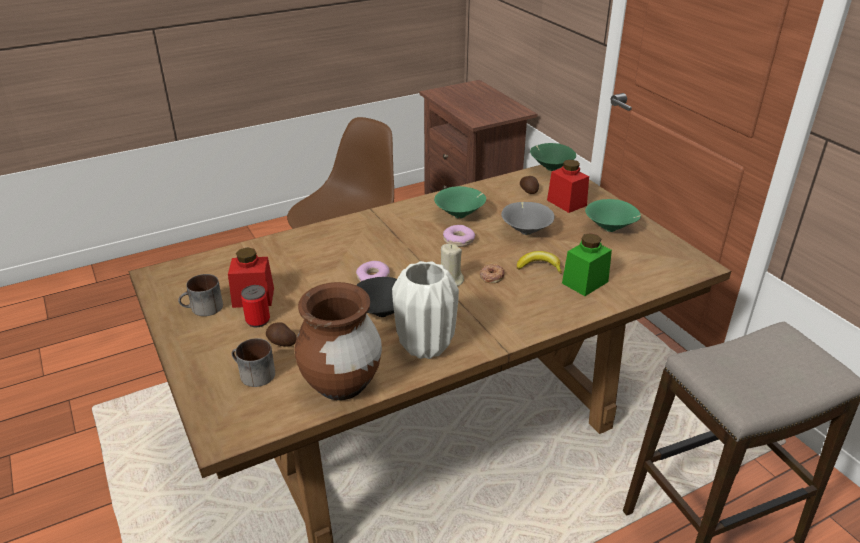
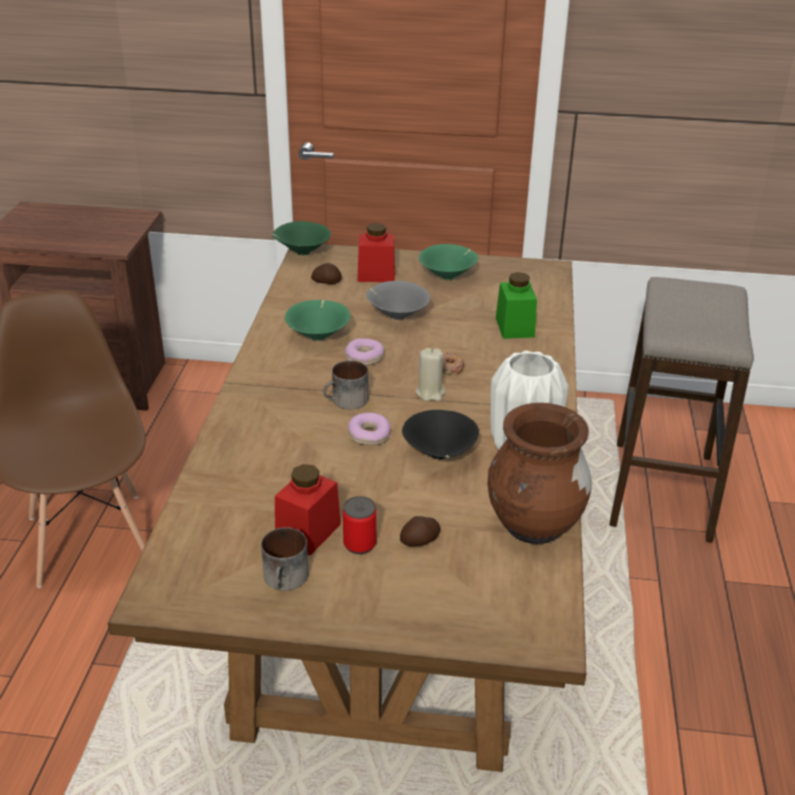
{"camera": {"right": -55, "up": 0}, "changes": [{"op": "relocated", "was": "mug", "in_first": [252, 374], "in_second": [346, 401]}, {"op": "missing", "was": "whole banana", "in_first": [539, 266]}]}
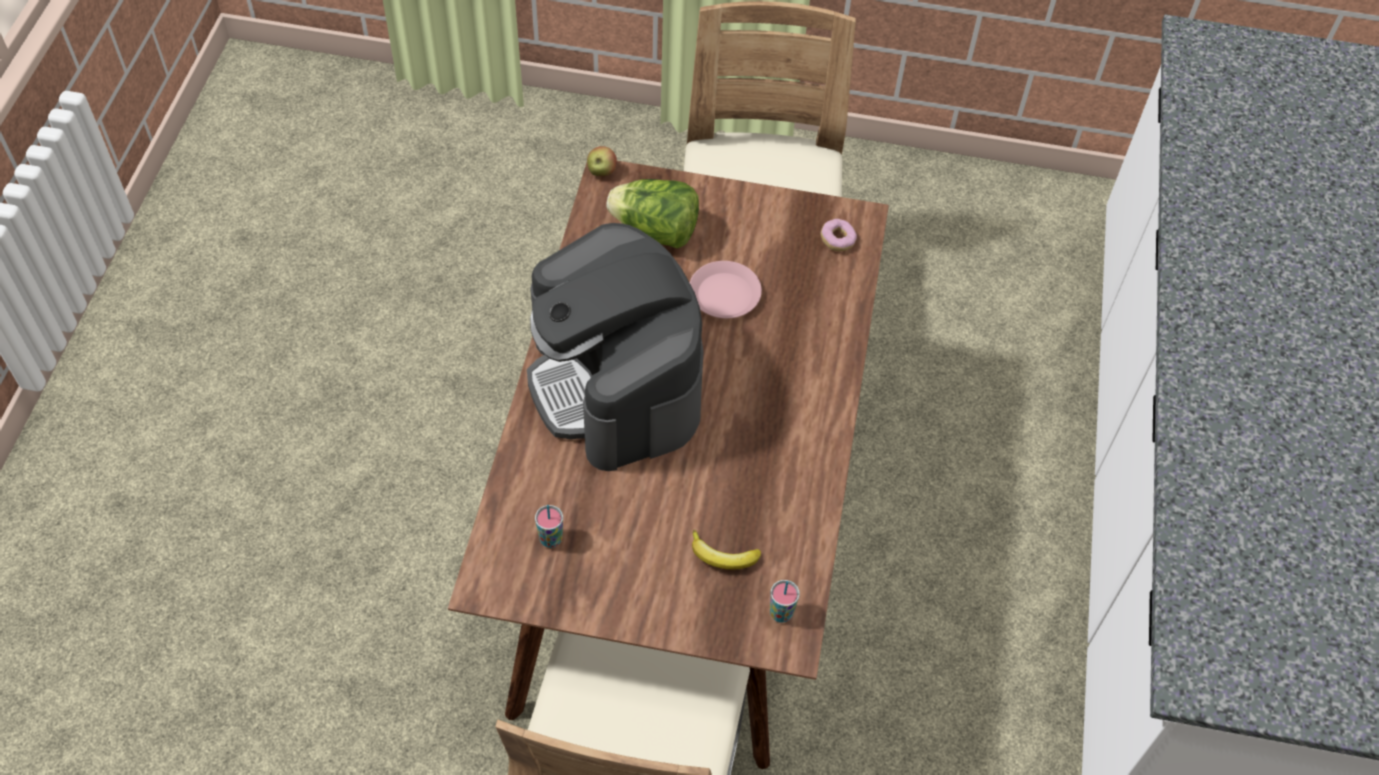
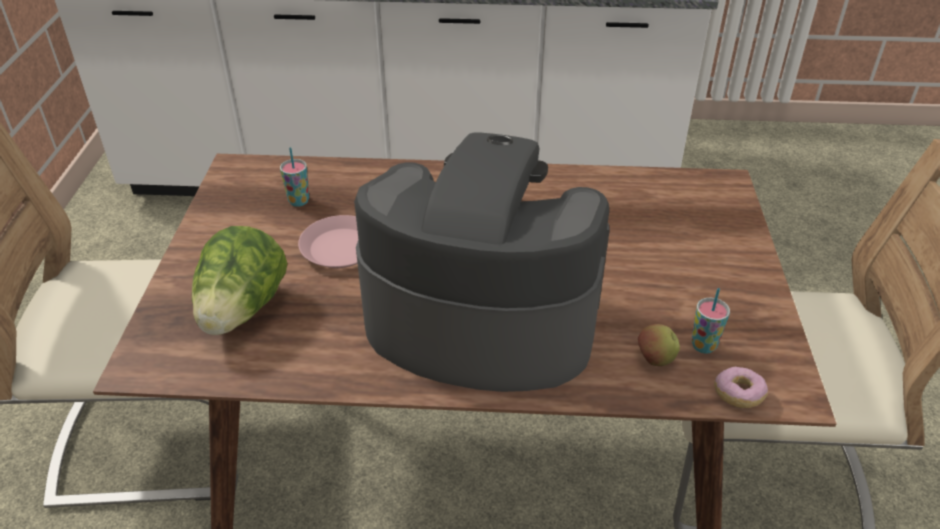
{"camera": {"right": -95, "up": -15}, "changes": [{"op": "relocated", "was": "drinking cup", "in_first": [781, 613], "in_second": [299, 201]}, {"op": "spun", "was": "coffee maker", "in_first": [616, 384], "in_second": [480, 318], "clockwise": -135}, {"op": "relocated", "was": "apple", "in_first": [601, 172], "in_second": [655, 359]}, {"op": "relocated", "was": "ring doughnut", "in_first": [837, 240], "in_second": [738, 395]}, {"op": "missing", "was": "whole banana", "in_first": [722, 556]}]}
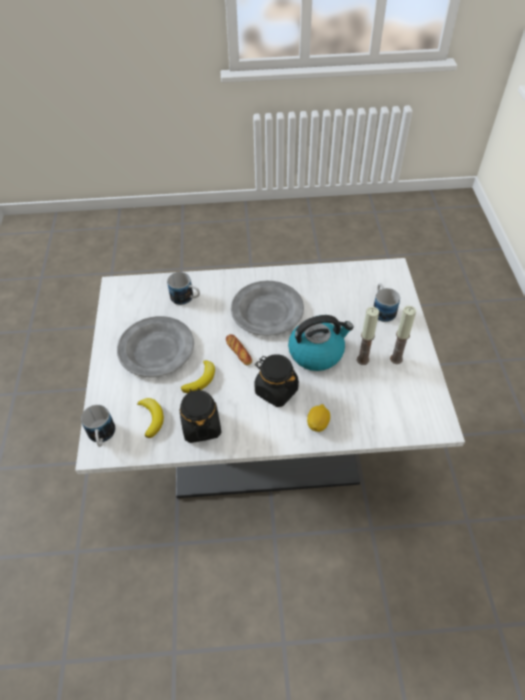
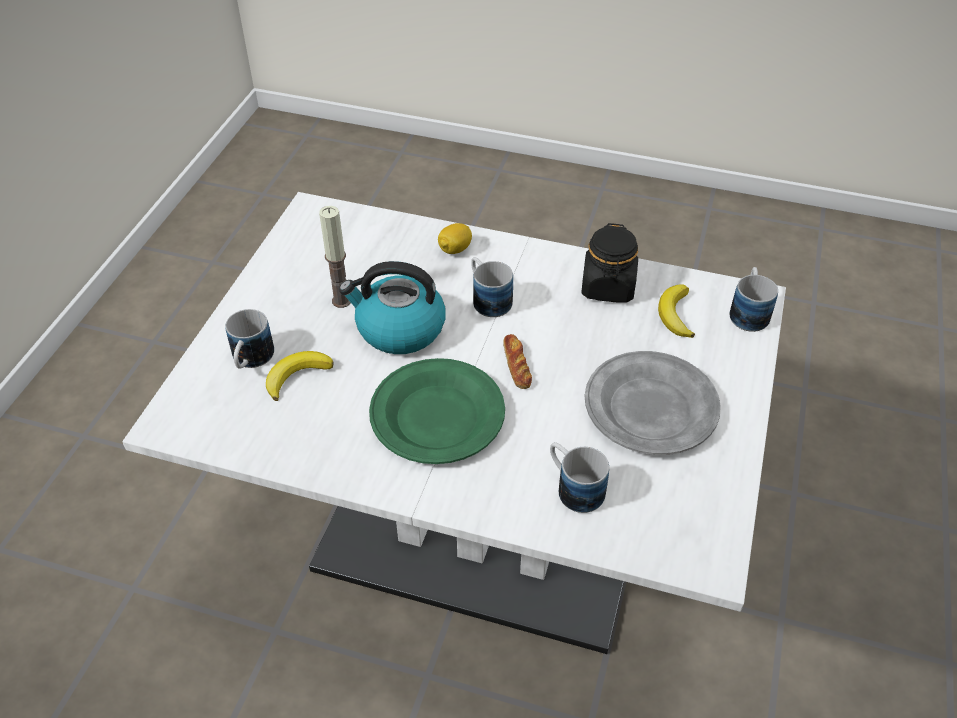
{"camera": {"right": -160, "up": -5}, "changes": [{"op": "relocated", "was": "whole banana", "in_first": [201, 379], "in_second": [297, 376]}, {"op": "colour", "was": "greyish flat dish", "now": "green-coloured flat dish", "in_first": [266, 311], "in_second": [438, 416]}, {"op": "exchanged", "was": "blackish jar", "now": "mug", "in_first": [276, 390], "in_second": [487, 299]}, {"op": "missing", "was": "wax light", "in_first": [396, 359]}]}
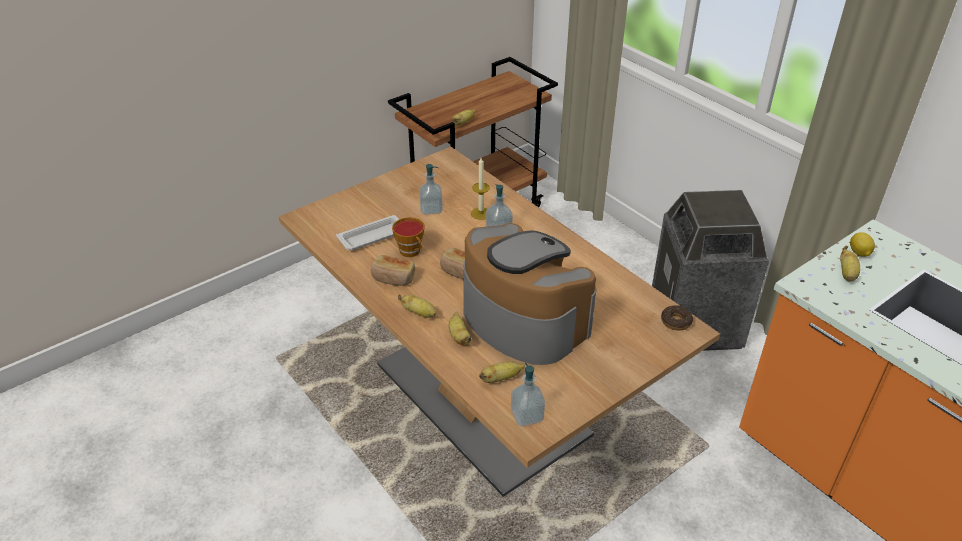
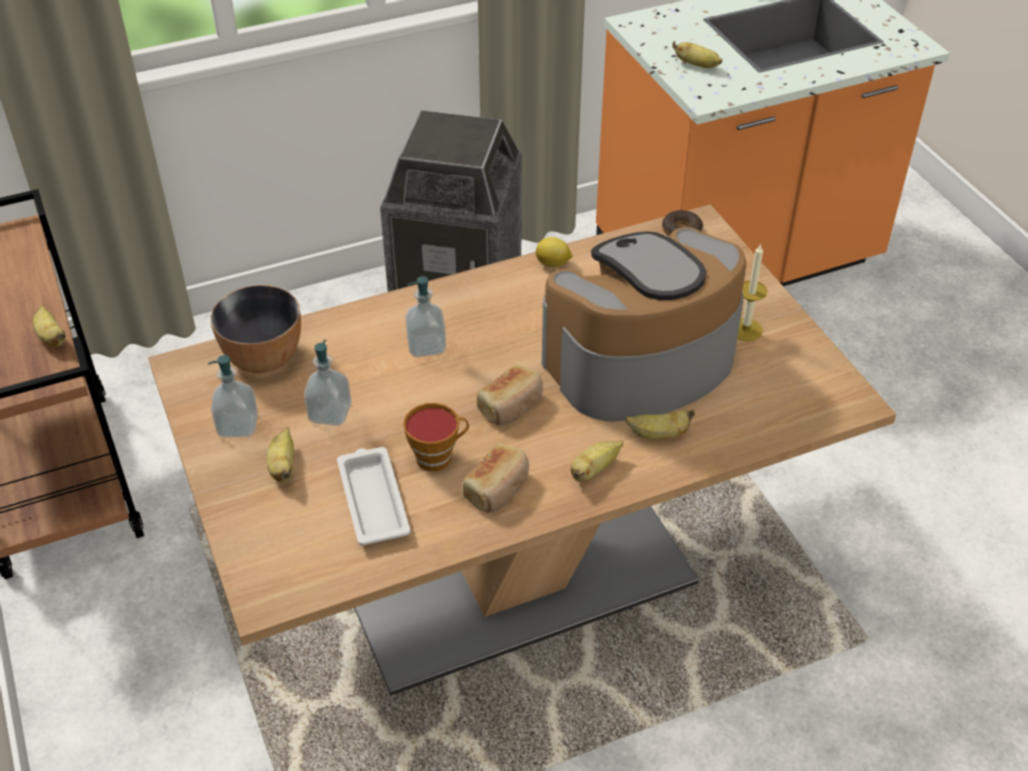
{"camera": {"right": -75, "up": 5}, "changes": [{"op": "relocated", "was": "liquid soap bottle", "in_first": [527, 416], "in_second": [238, 426]}, {"op": "appeared", "now": "deep dish", "in_second": [264, 358]}, {"op": "relocated", "was": "whole banana", "in_first": [500, 378], "in_second": [283, 467]}, {"op": "relocated", "was": "whole lemon", "in_first": [859, 253], "in_second": [553, 264]}, {"op": "relocated", "was": "wax light", "in_first": [481, 213], "in_second": [745, 329]}]}
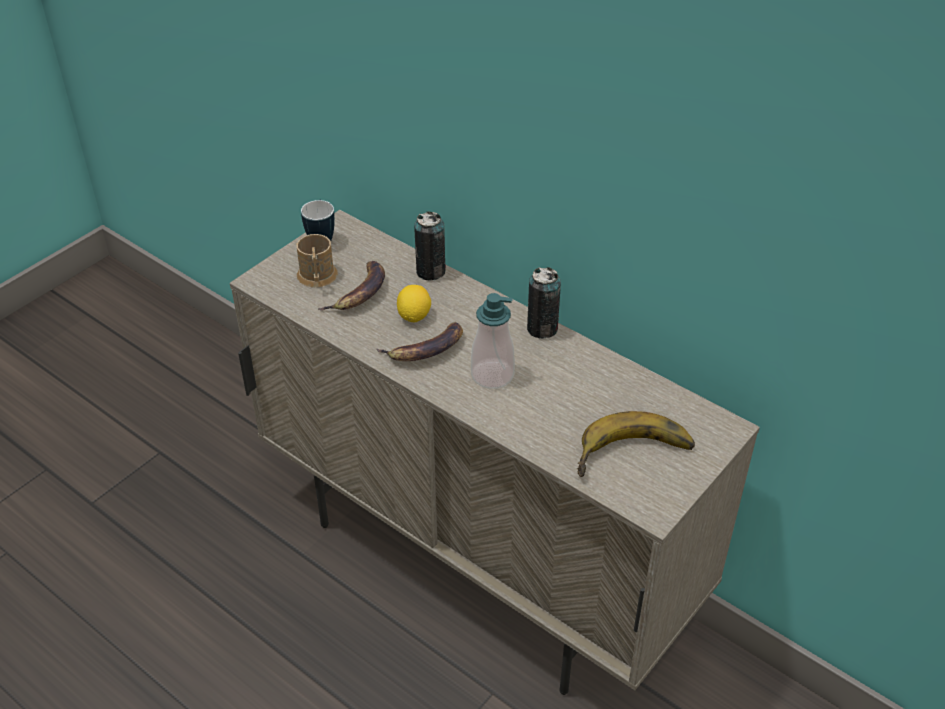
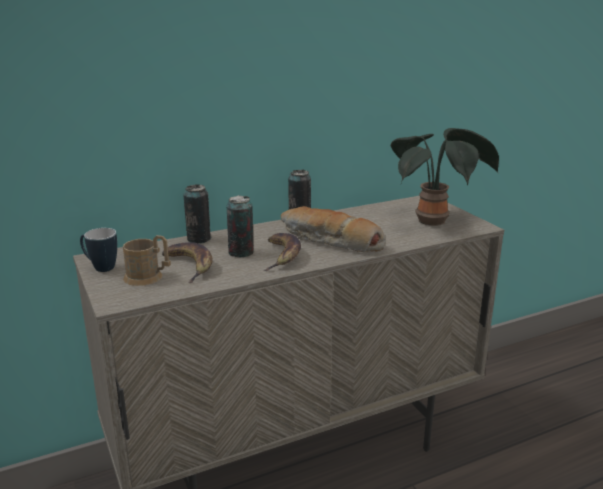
{"camera": {"right": -65, "up": -20}, "changes": [{"op": "exchanged", "was": "whole lemon", "now": "sealed can", "in_first": [414, 316], "in_second": [241, 253]}, {"op": "exchanged", "was": "liquid soap bottle", "now": "baked bread", "in_first": [492, 375], "in_second": [330, 241]}, {"op": "exchanged", "was": "whole banana", "now": "plant in a pot", "in_first": [635, 457], "in_second": [435, 222]}]}
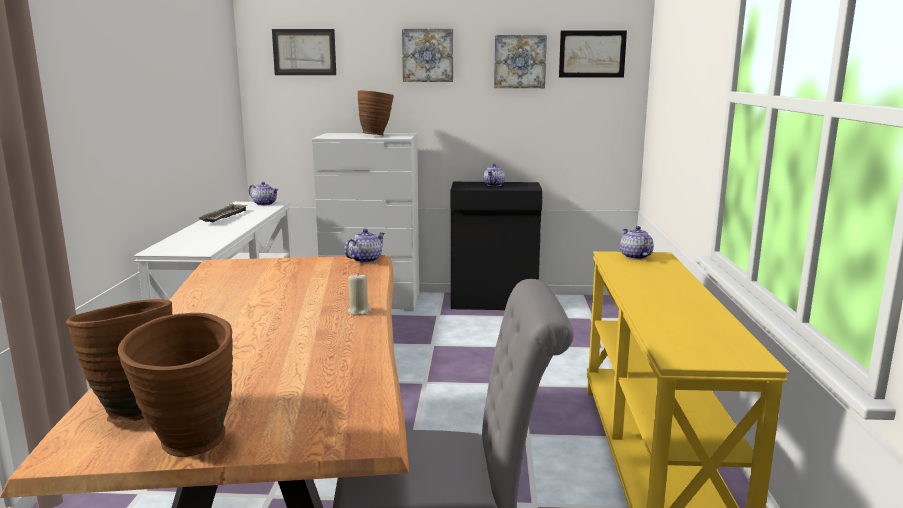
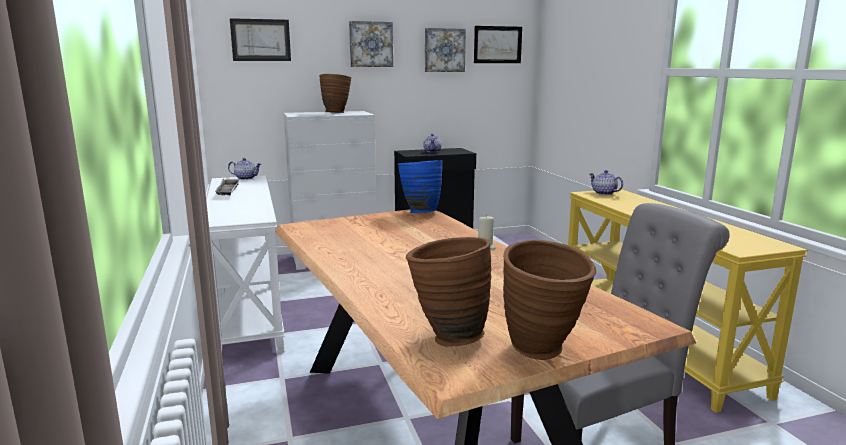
{"camera": {"right": -20, "up": 0}, "changes": [{"op": "exchanged", "was": "tea pot", "now": "blue-coloured vase", "in_first": [365, 260], "in_second": [419, 212]}]}
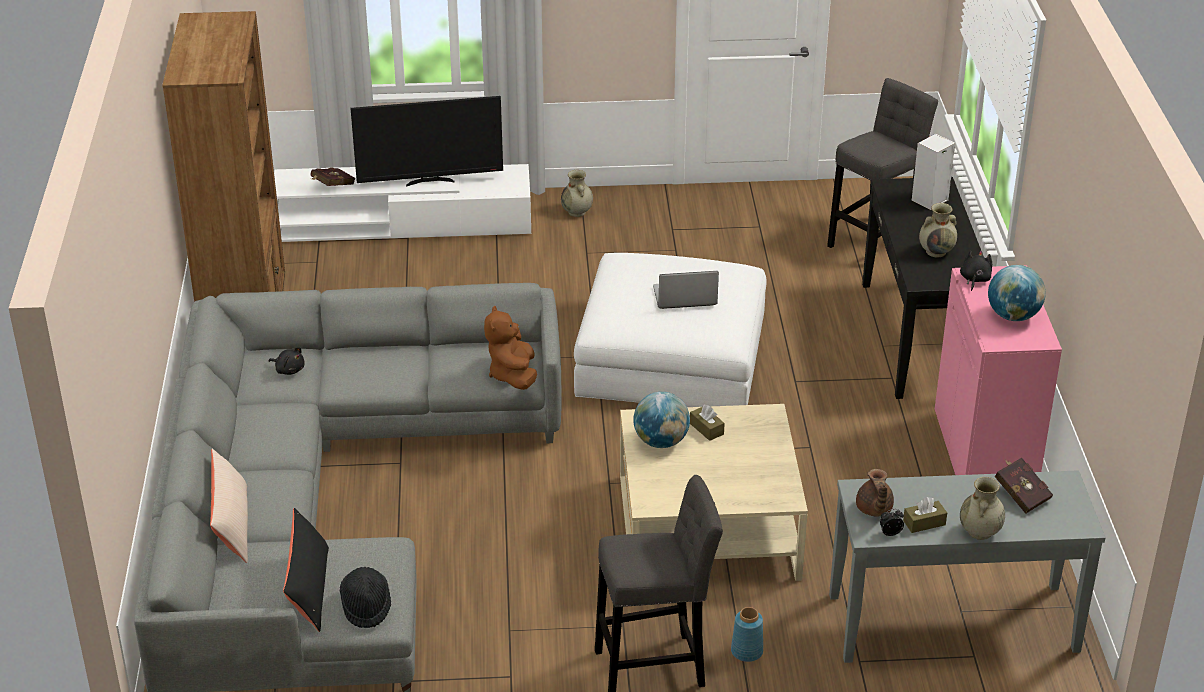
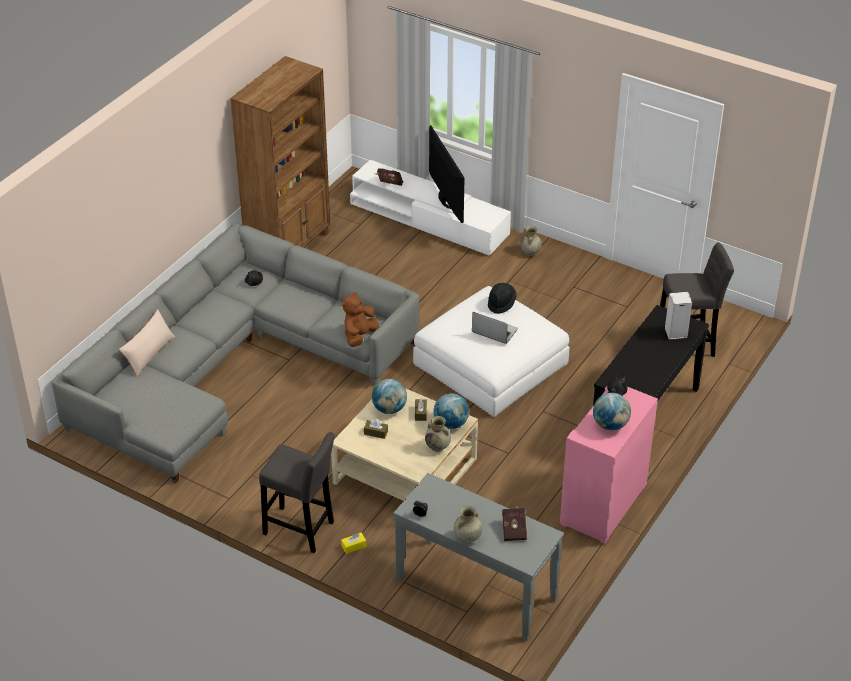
{"camera": {"right": 35, "up": 5}, "changes": [{"op": "exchanged", "was": "blue-coloured vase", "now": "yellow-coloured box of tissues", "in_first": [746, 651], "in_second": [353, 546]}, {"op": "relocated", "was": "brown-coloured box of tissues", "in_first": [924, 523], "in_second": [376, 433]}, {"op": "relocated", "was": "beige vase", "in_first": [936, 251], "in_second": [438, 446]}, {"op": "spun", "was": "TV set", "in_first": [430, 181], "in_second": [444, 200], "clockwise": -135}, {"op": "appeared", "now": "globe", "in_second": [451, 424]}, {"op": "relocated", "was": "blackish hat", "in_first": [366, 606], "in_second": [501, 303]}, {"op": "missing", "was": "blackish pillow", "in_first": [309, 589]}, {"op": "missing", "was": "brown-coloured tea pot", "in_first": [874, 509]}]}
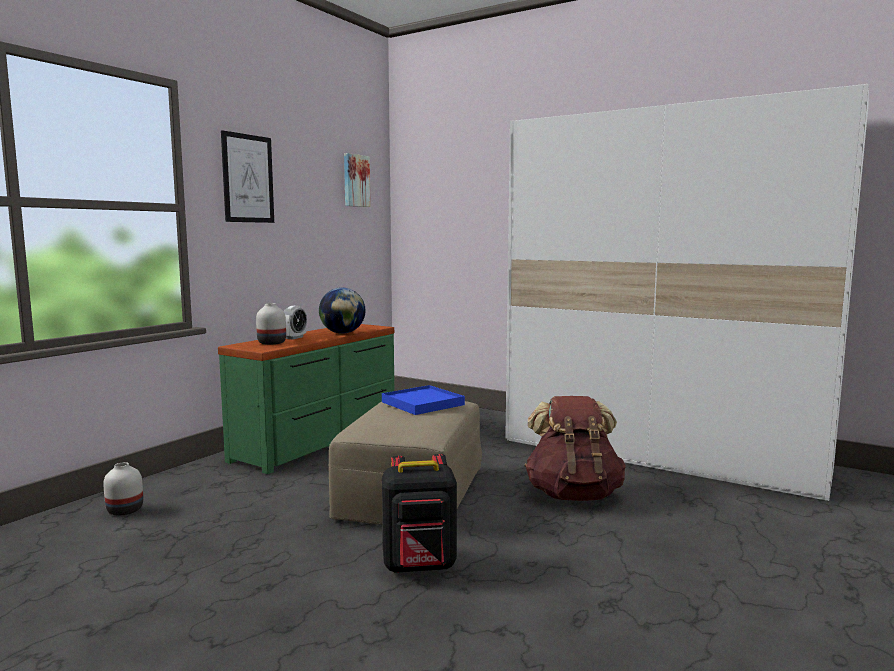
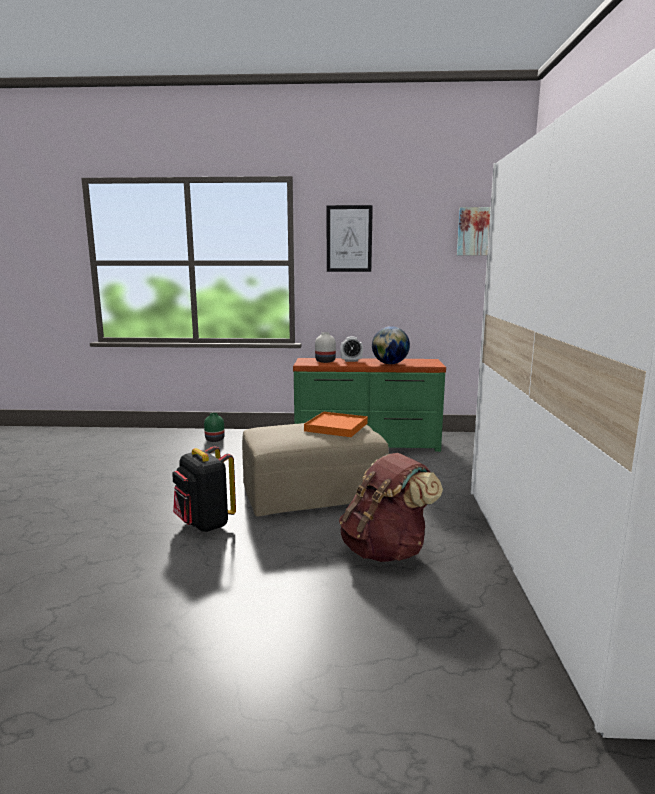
{"camera": {"right": 60, "up": 5}, "changes": [{"op": "colour", "was": "white vase", "now": "green-coloured vase", "in_first": [124, 510], "in_second": [214, 439]}, {"op": "colour", "was": "blue-coloured tray", "now": "orangey tray", "in_first": [422, 403], "in_second": [336, 427]}]}
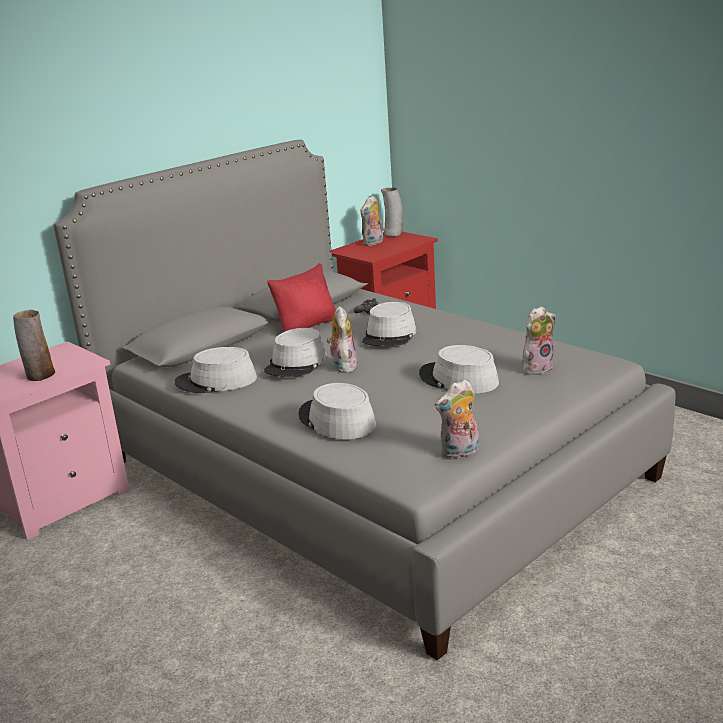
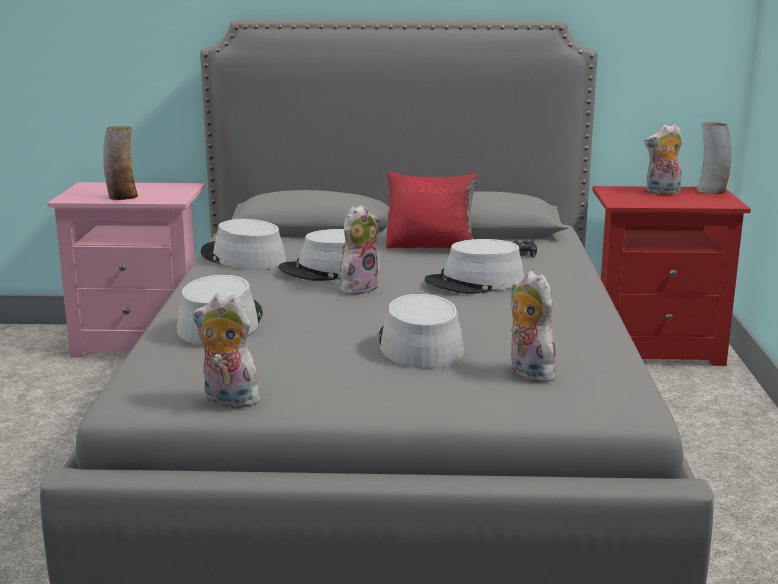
{"camera": {"right": 45, "up": -5}, "changes": [{"op": "spun", "was": "cuddly toy", "in_first": [537, 368], "in_second": [527, 373], "clockwise": -135}]}
